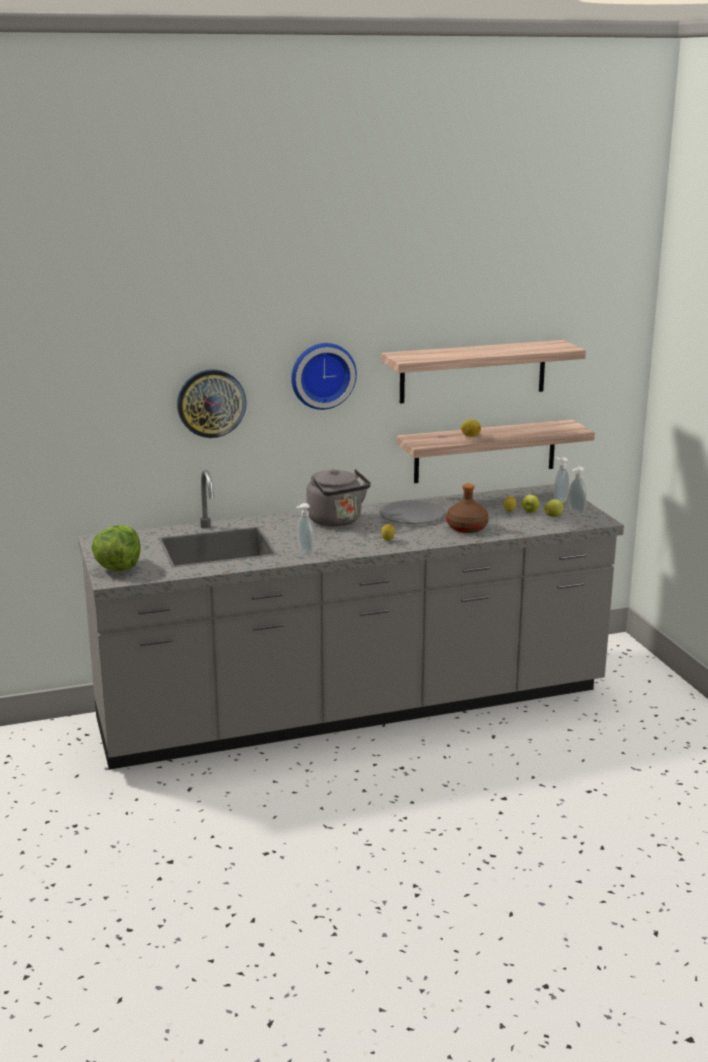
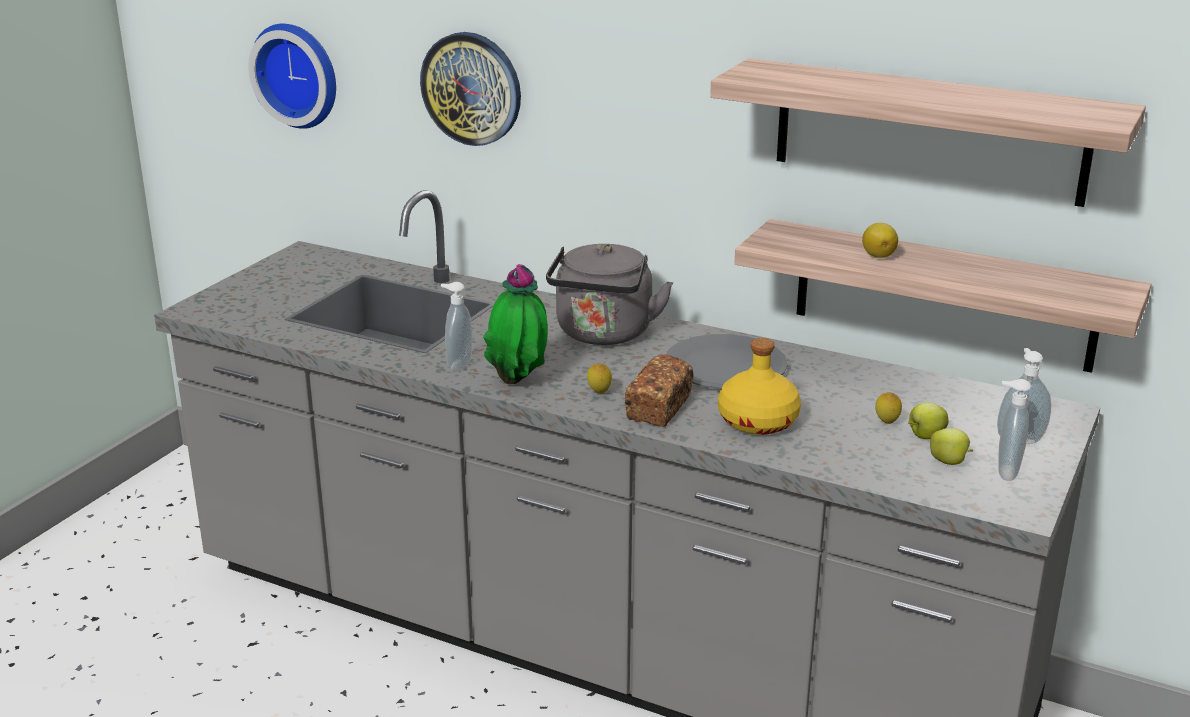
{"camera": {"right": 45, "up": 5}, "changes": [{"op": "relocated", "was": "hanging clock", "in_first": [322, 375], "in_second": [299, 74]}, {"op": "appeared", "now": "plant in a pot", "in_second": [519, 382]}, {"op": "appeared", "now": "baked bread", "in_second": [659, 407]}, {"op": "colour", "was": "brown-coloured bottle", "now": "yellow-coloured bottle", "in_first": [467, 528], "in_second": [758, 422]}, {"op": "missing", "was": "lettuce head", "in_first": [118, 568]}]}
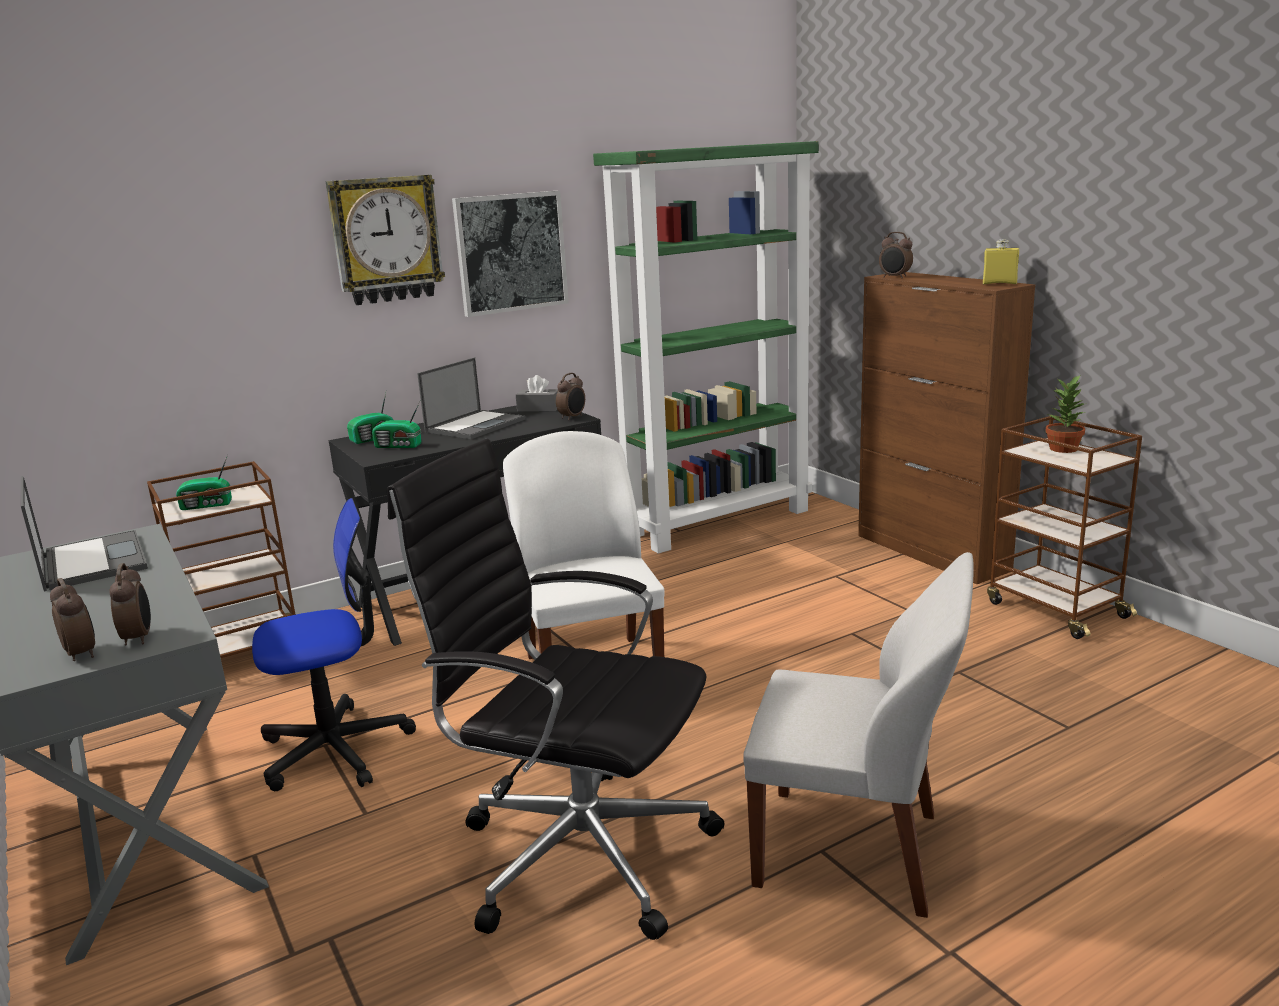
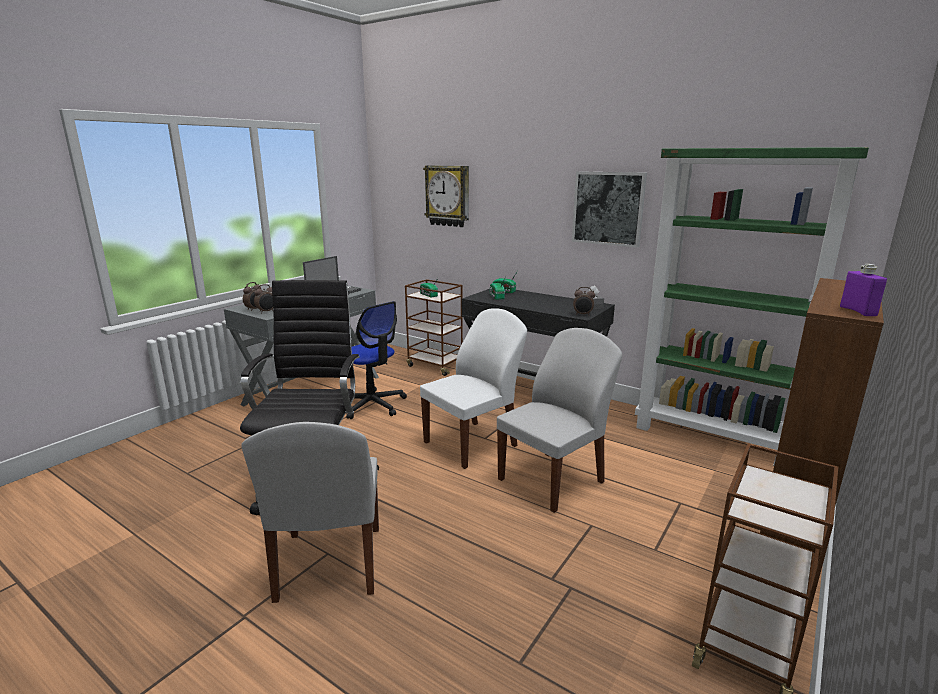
{"camera": {"right": 65, "up": 0}, "changes": [{"op": "relocated", "was": "hanging clock", "in_first": [386, 240], "in_second": [448, 196]}, {"op": "appeared", "now": "white upright chair", "in_second": [553, 480]}, {"op": "colour", "was": "yellow-coloured bottle", "now": "purple-coloured bottle", "in_first": [999, 283], "in_second": [858, 311]}, {"op": "missing", "was": "portable computer", "in_first": [476, 425]}, {"op": "missing", "was": "table clock", "in_first": [895, 277]}, {"op": "missing", "was": "plant in a pot", "in_first": [1064, 449]}]}
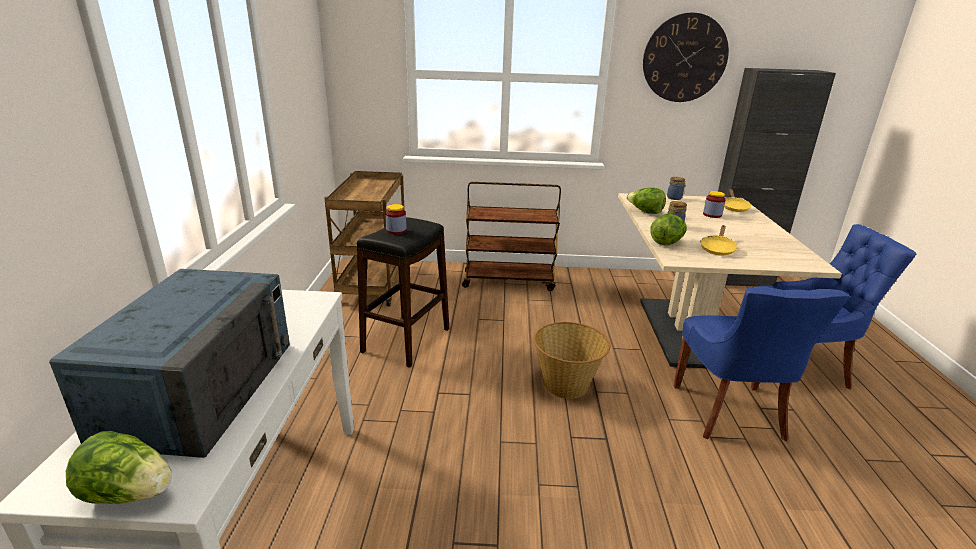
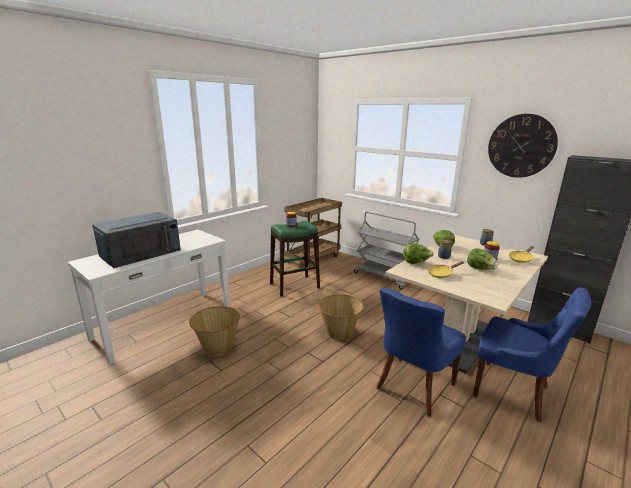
{"camera": {"right": 40, "up": -5}, "changes": [{"op": "appeared", "now": "household basket", "in_second": [217, 347]}, {"op": "colour", "was": "blackish stool seat", "now": "green-coloured stool seat", "in_first": [406, 340], "in_second": [294, 286]}, {"op": "colour", "was": "brown-coloured wheeled cart", "now": "greyish wheeled cart", "in_first": [509, 281], "in_second": [384, 277]}, {"op": "relocated", "was": "lettuce head", "in_first": [130, 493], "in_second": [480, 269]}]}
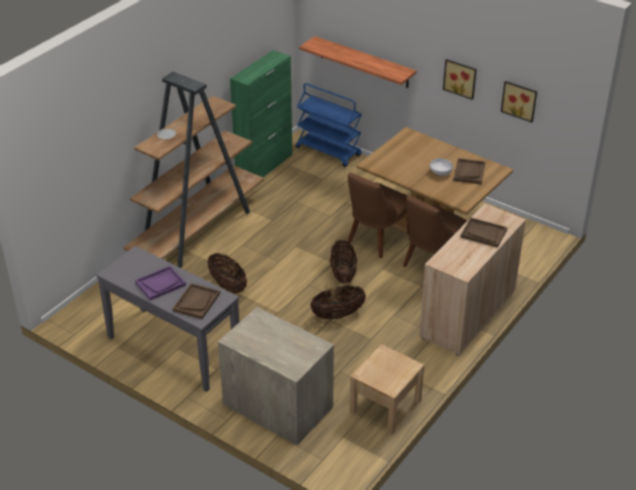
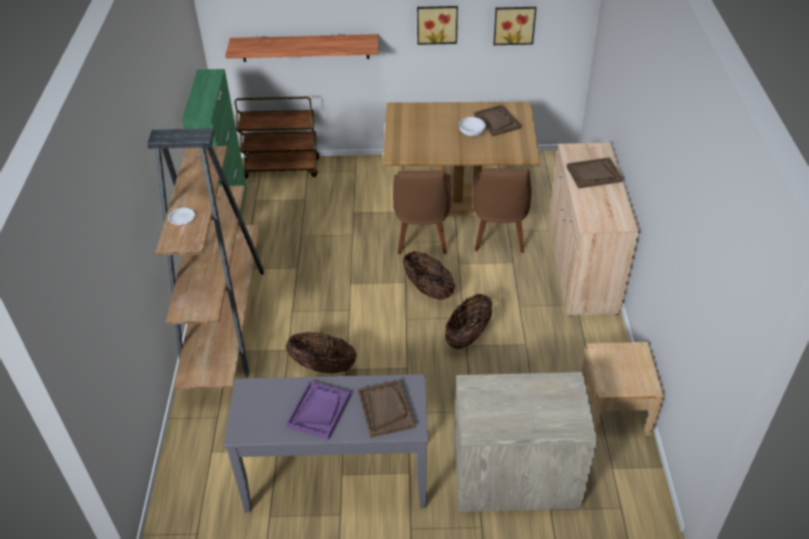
{"camera": {"right": -35, "up": 5}, "changes": [{"op": "colour", "was": "blue-coloured wheeled cart", "now": "brown-coloured wheeled cart", "in_first": [329, 151], "in_second": [282, 168]}]}
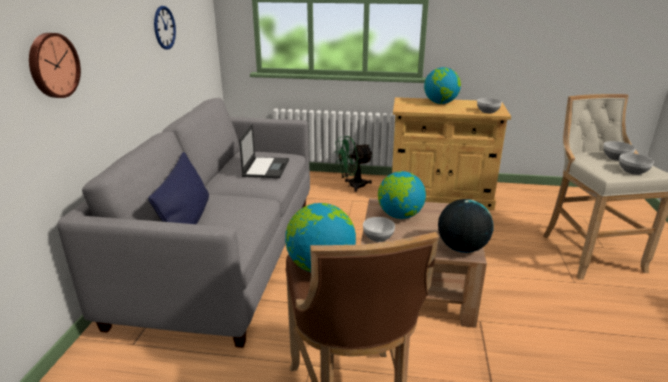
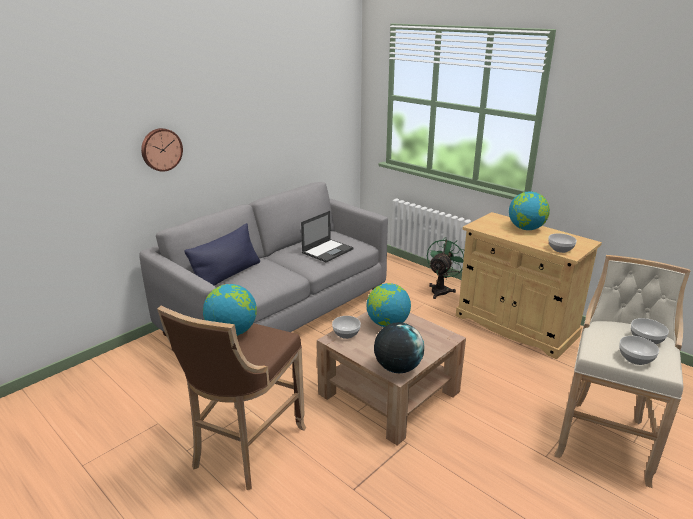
{"camera": {"right": 35, "up": 0}, "changes": [{"op": "spun", "was": "green-coloured cooling fan", "in_first": [352, 186], "in_second": [441, 290], "clockwise": 105}, {"op": "missing", "was": "hanging clock", "in_first": [164, 27]}]}
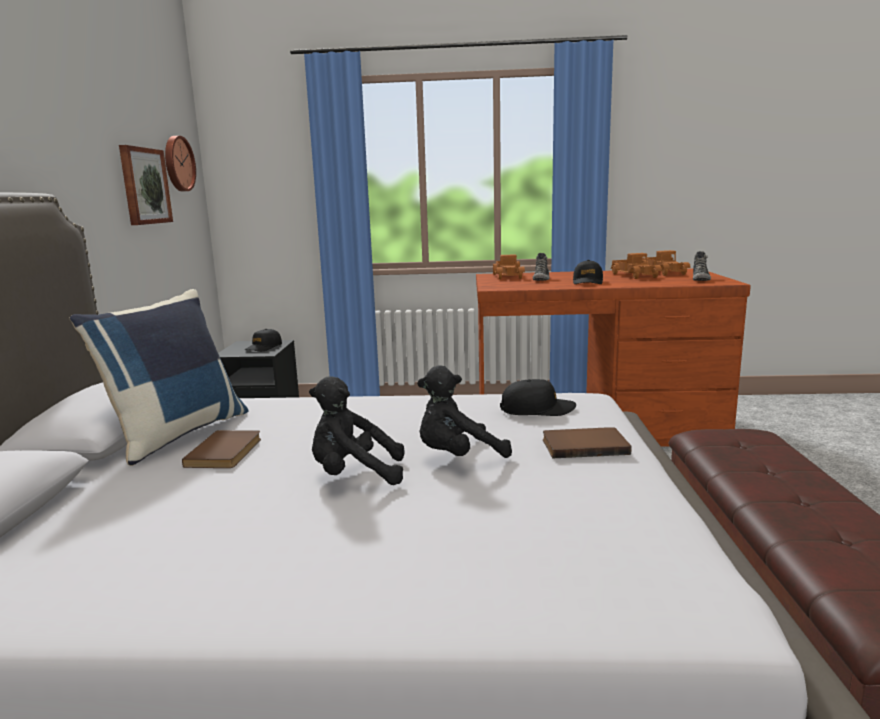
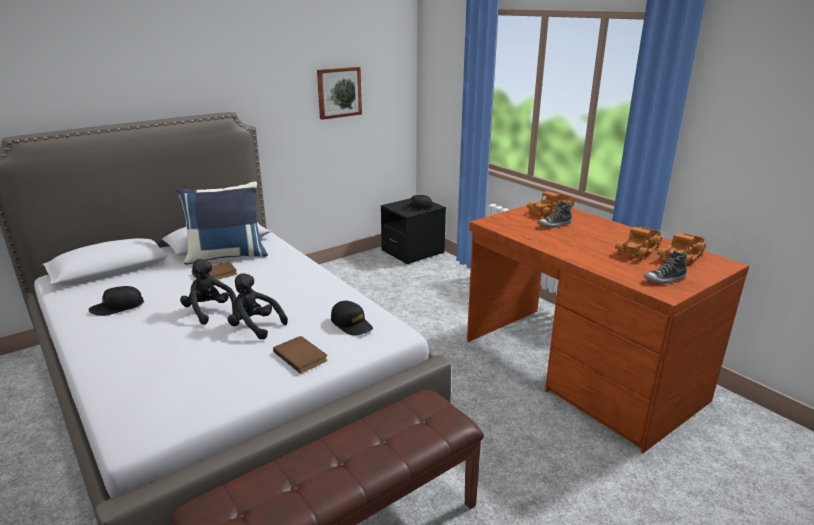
{"camera": {"right": 50, "up": 10}, "changes": [{"op": "relocated", "was": "blackish peaked cap", "in_first": [588, 282], "in_second": [117, 307]}, {"op": "missing", "was": "hanging clock", "in_first": [178, 164]}]}
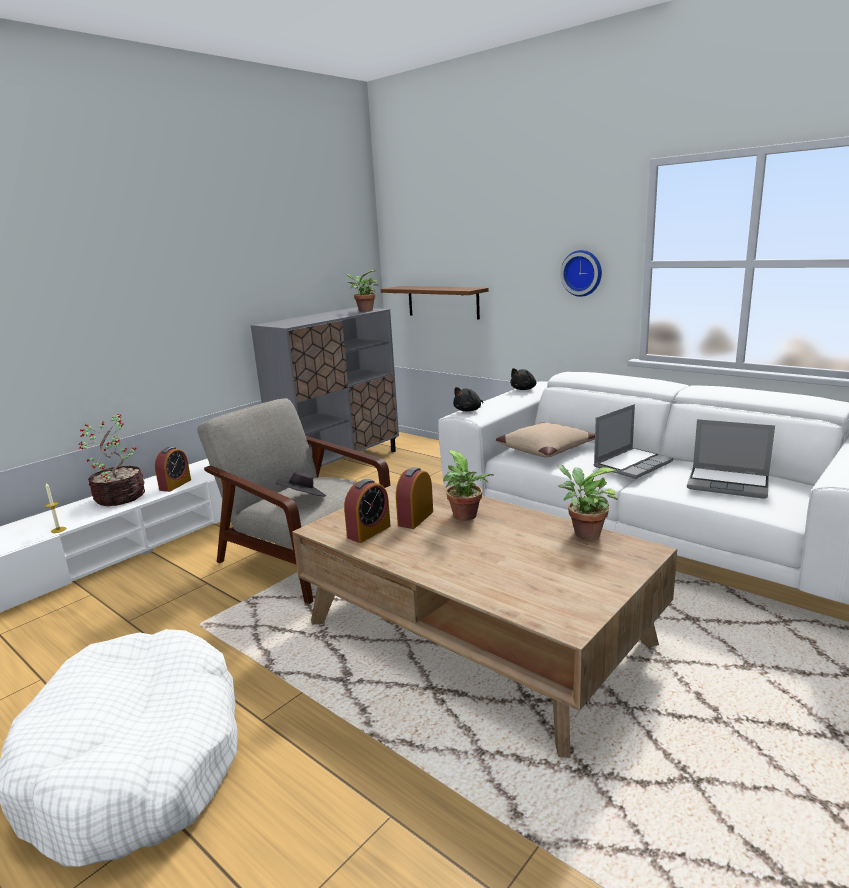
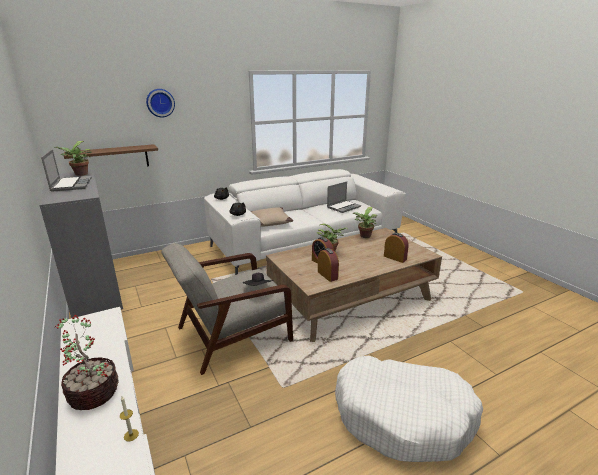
{"camera": {"right": -70, "up": 5}, "changes": [{"op": "relocated", "was": "portable computer", "in_first": [632, 464], "in_second": [71, 185]}, {"op": "relocated", "was": "hanging clock", "in_first": [582, 273], "in_second": [160, 103]}, {"op": "relocated", "was": "table clock", "in_first": [175, 485], "in_second": [395, 258]}]}
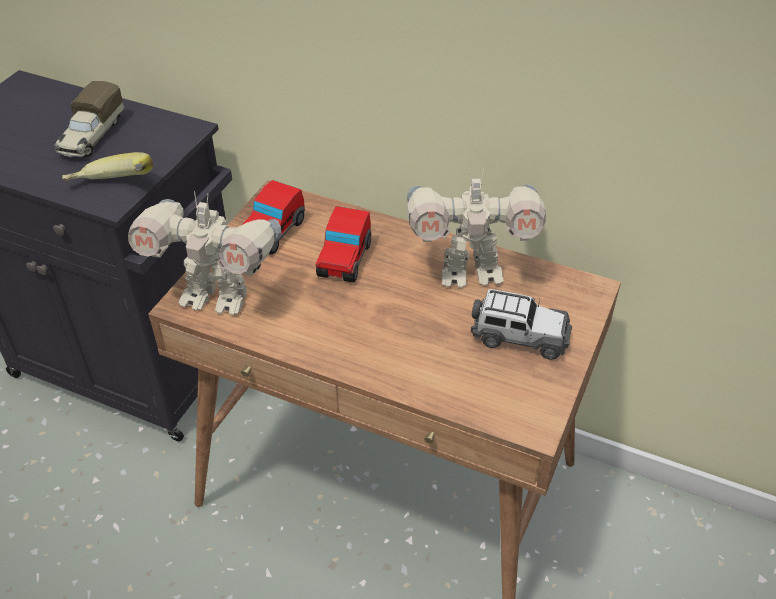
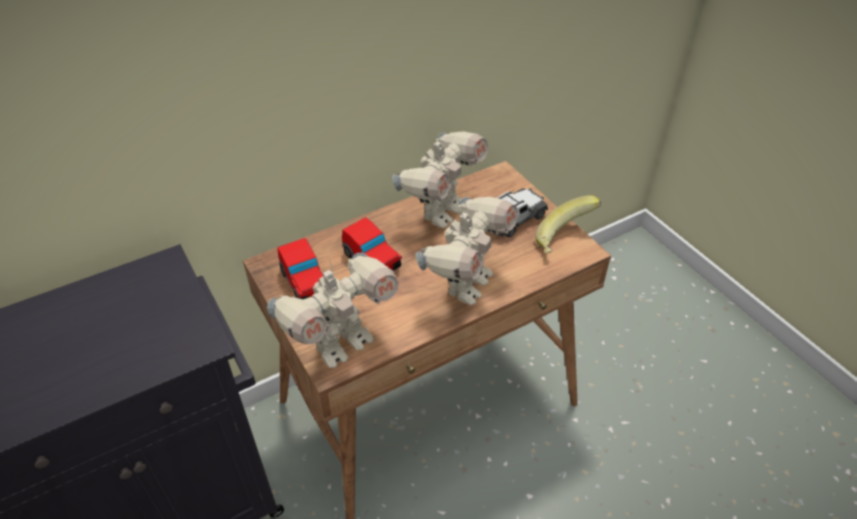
{"camera": {"right": -55, "up": 0}, "changes": [{"op": "appeared", "now": "model robot", "in_second": [466, 284]}, {"op": "relocated", "was": "whole banana", "in_first": [113, 191], "in_second": [565, 240]}, {"op": "missing", "was": "toy lorry", "in_first": [91, 137]}]}
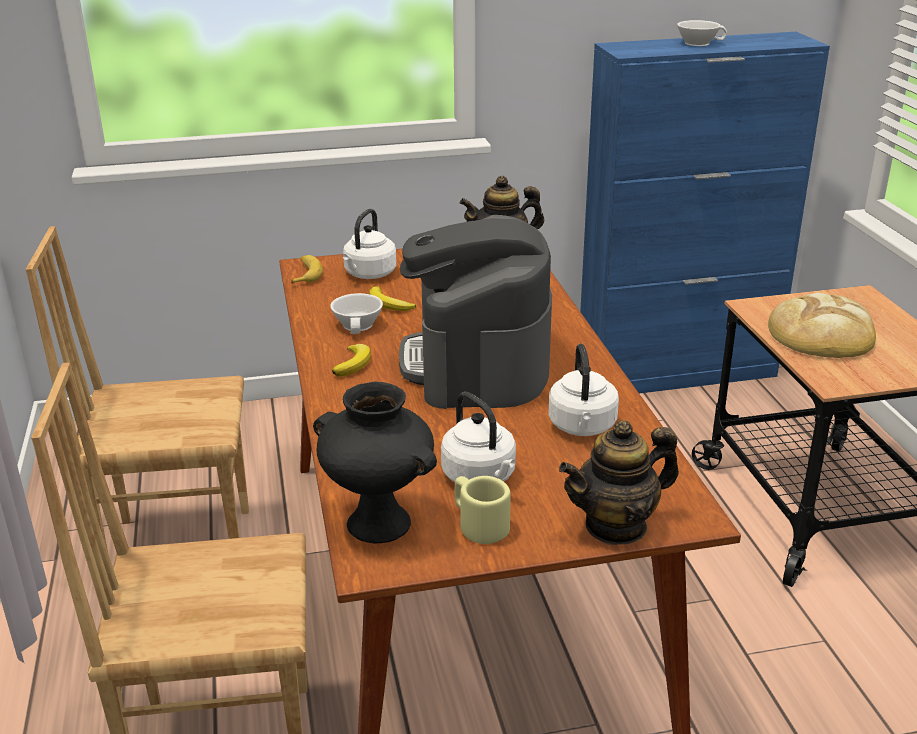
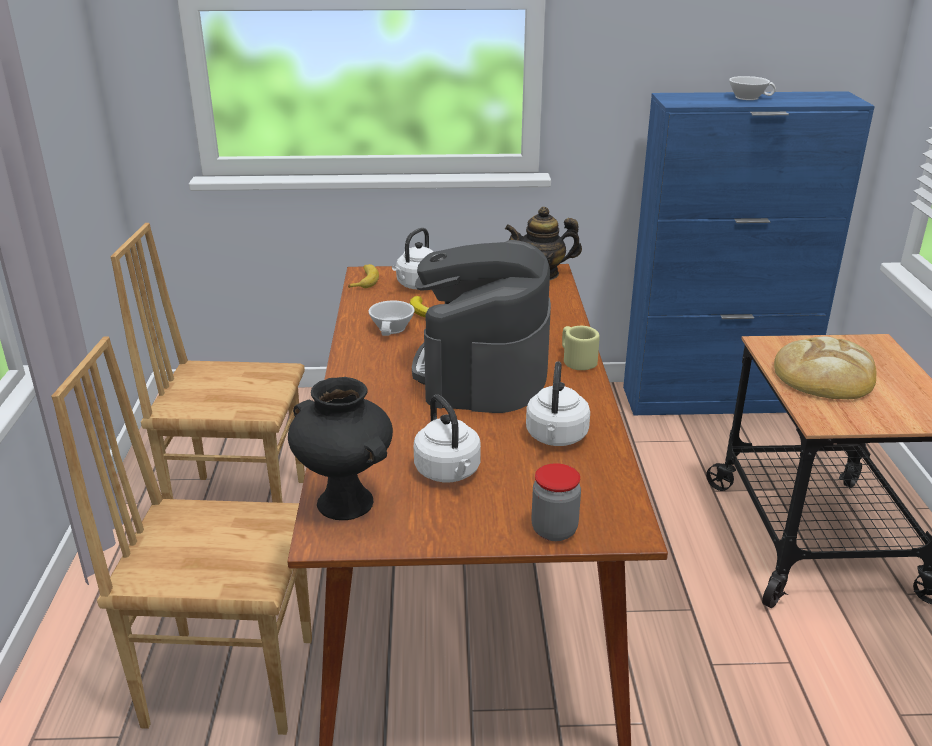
{"camera": {"right": 10, "up": 0}, "changes": [{"op": "exchanged", "was": "tea pot", "now": "jar", "in_first": [616, 526], "in_second": [554, 530]}, {"op": "relocated", "was": "beige mug", "in_first": [478, 524], "in_second": [576, 360]}, {"op": "missing", "was": "whole banana", "in_first": [353, 363]}]}
